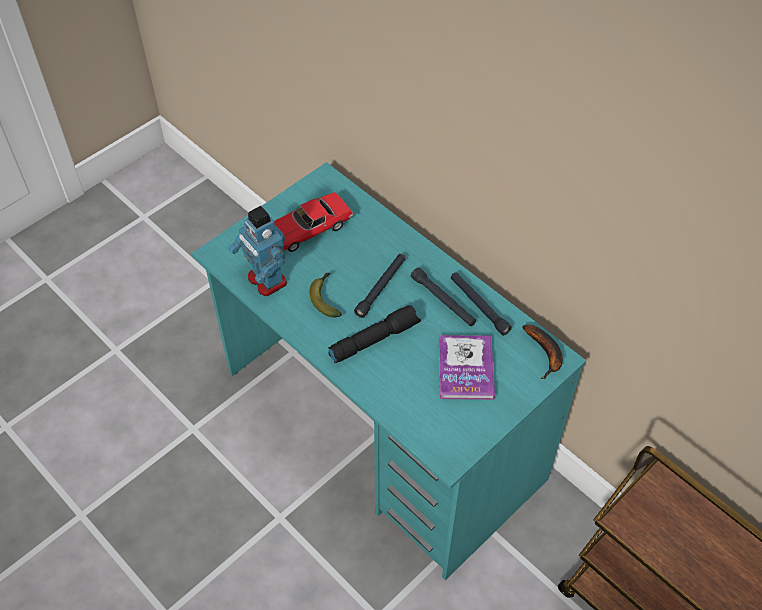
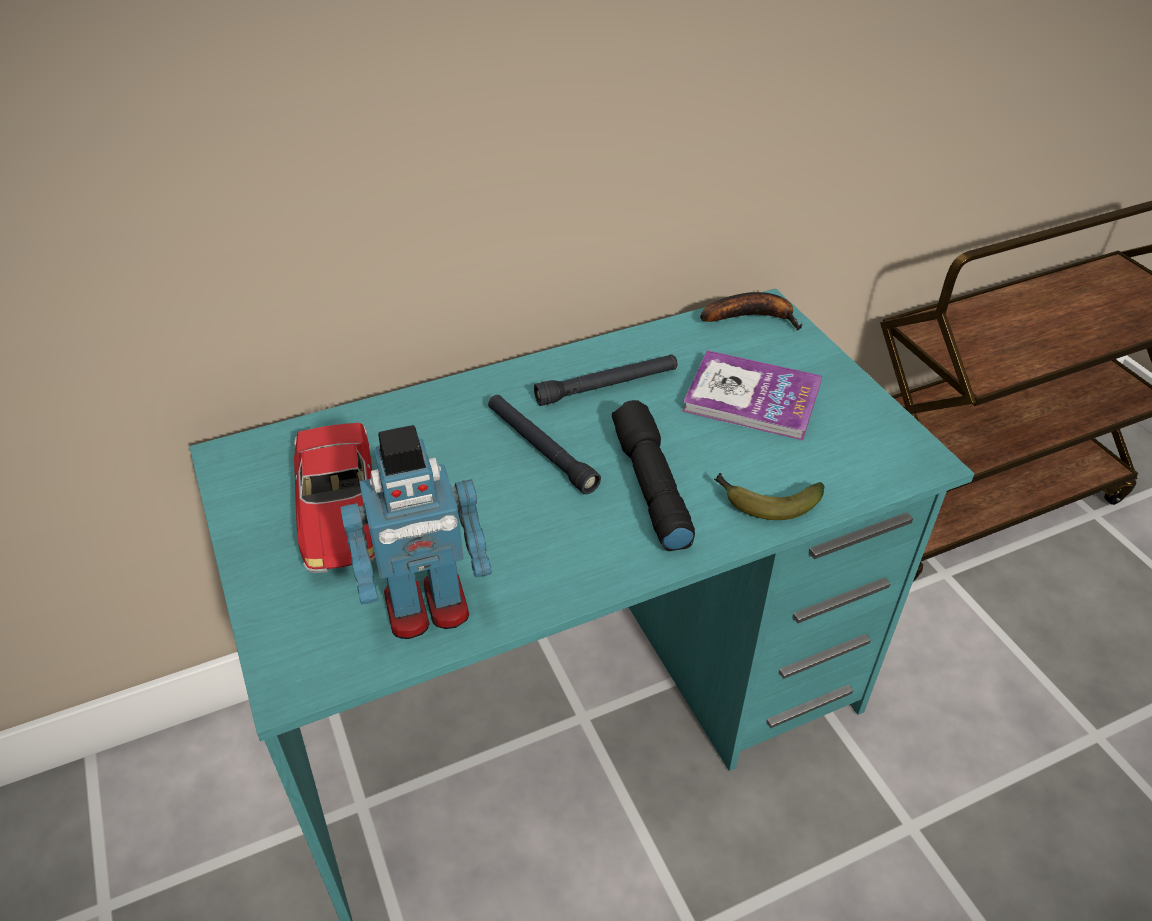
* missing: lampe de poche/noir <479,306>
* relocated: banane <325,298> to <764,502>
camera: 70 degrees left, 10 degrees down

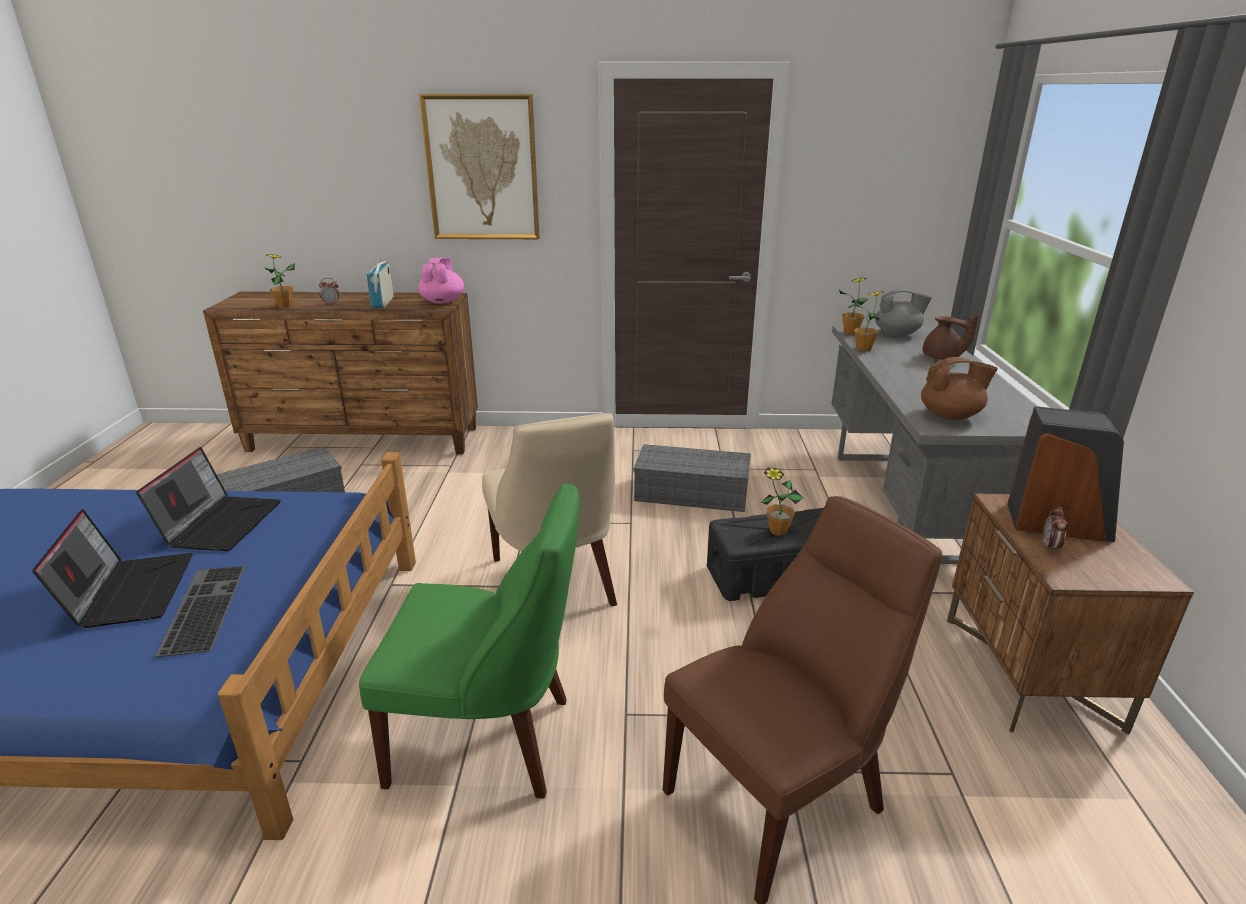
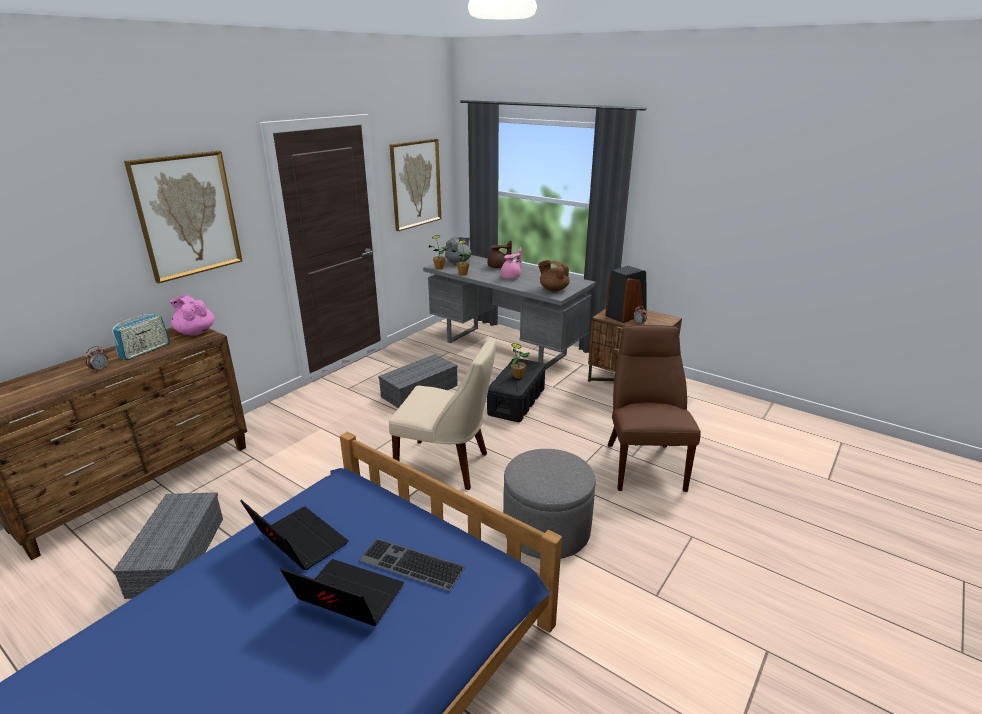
* missing: plante en pot <285,306>
* spun: radio <383,302> = <145,351> 90 degrees counterclockwise
* spun: théière/marron <951,416> = <553,289> 90 degrees counterclockwise
* exchanged: chaise/vert <490,741> to pouf/gris <546,530>
* appeared: tableau <415,184>
* appeared: théière/rose <511,277>
camera: 55 degrees left, 0 degrees up

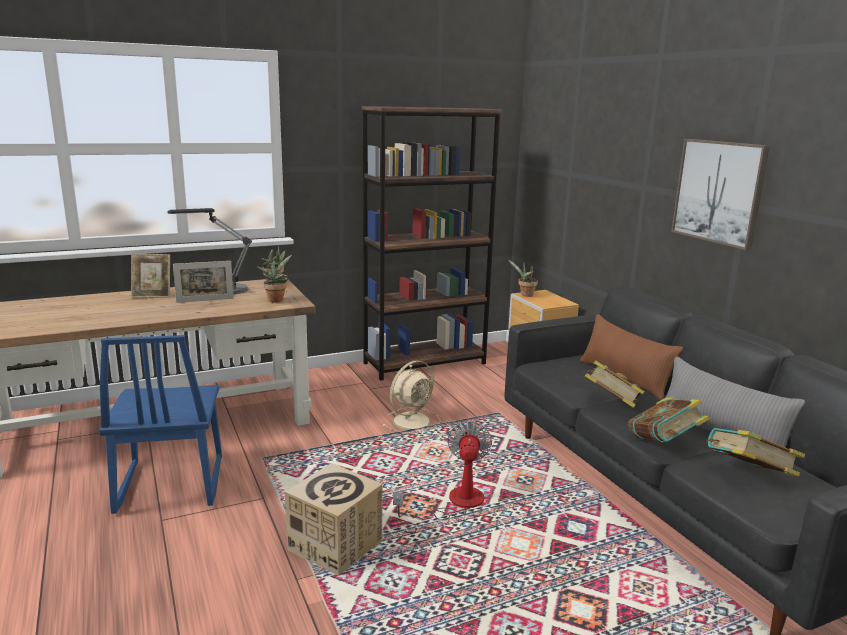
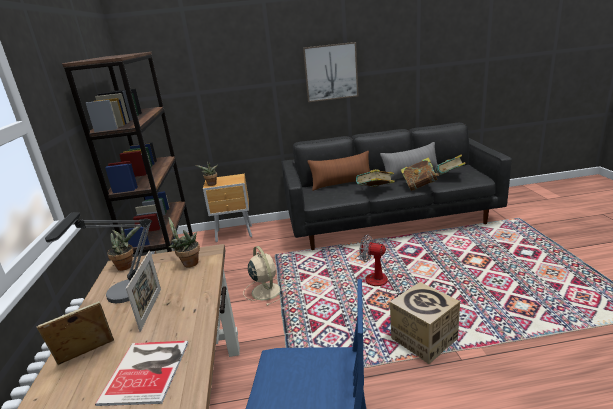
* spun: cadre photo <152,296> = <87,357> 135 degrees counterclockwise
* appeared: livre <148,370>
camera: 70 degrees left, 5 degrees up

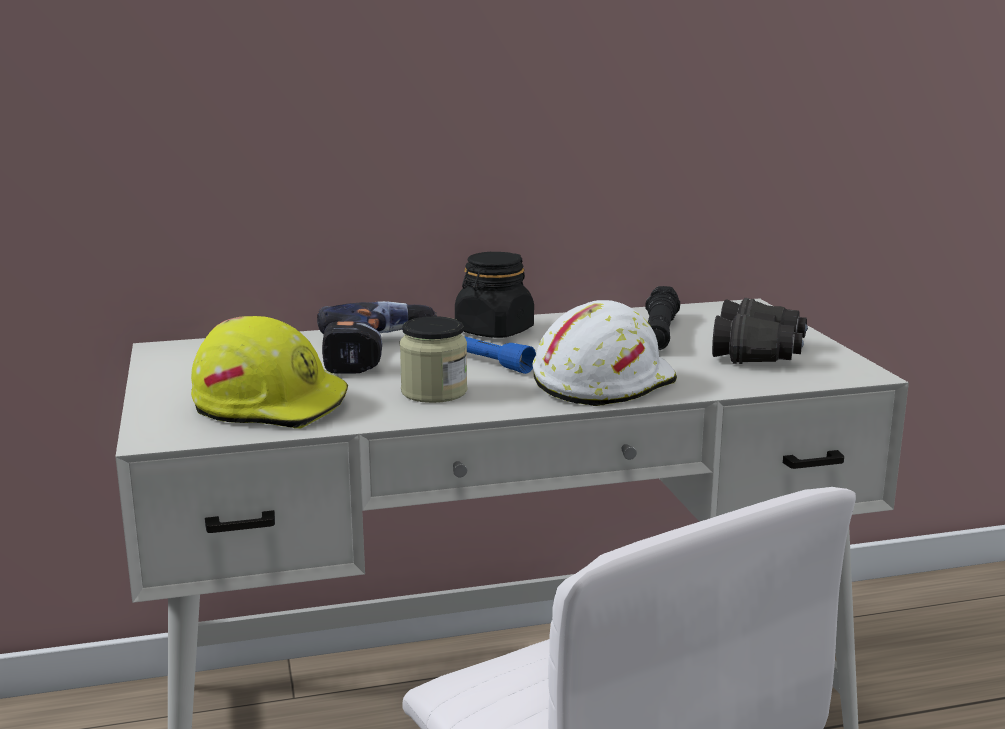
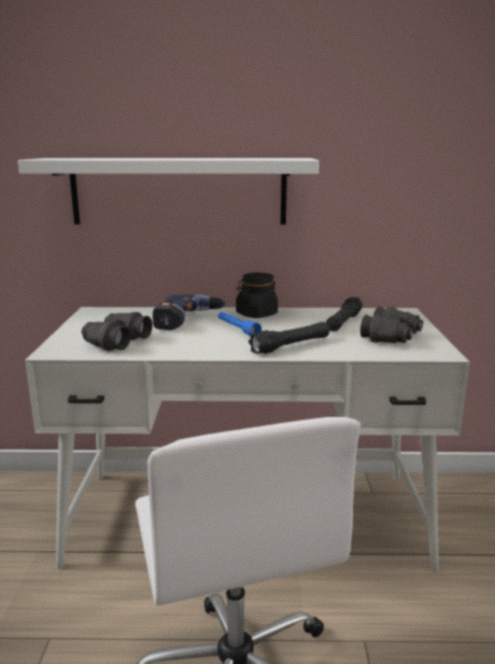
* exchanged: casque de chantier/blanc <601,382> to lampe de poche/noir <290,346>
* exchanged: casque de chantier/jaune <271,404> to jumelles/noir <116,342>
* missing: bocal <434,392>
* appeared: étagère/blanc <178,191>
camera: 15 degrees right, 0 degrees up

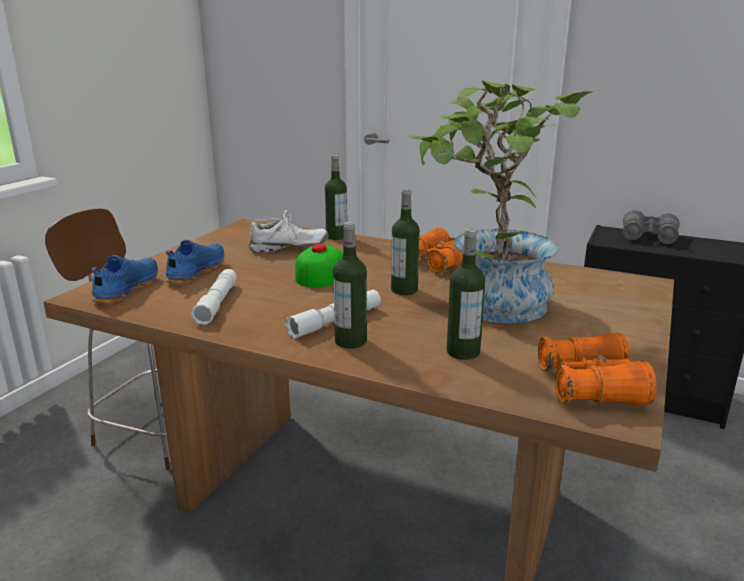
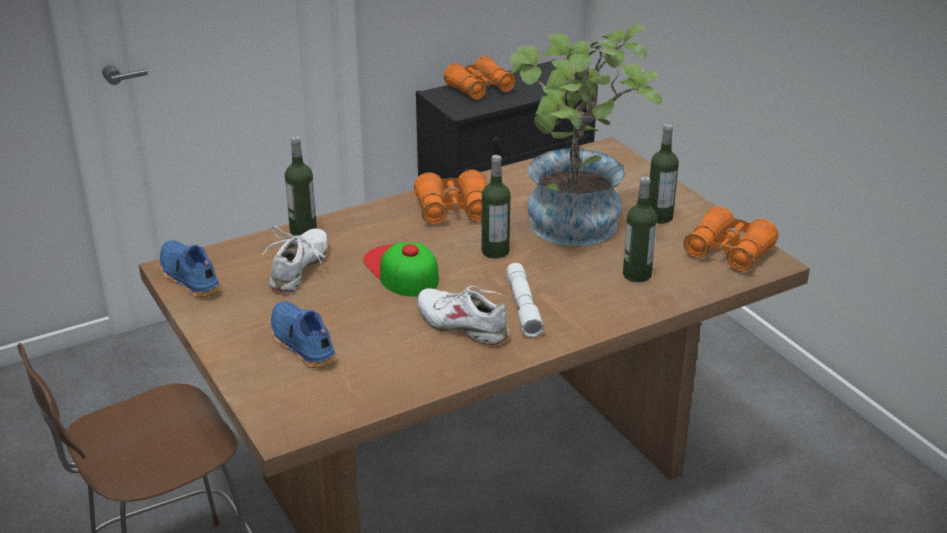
* colour: jumelles/gris <648,237> to jumelles/orange <479,89>
* relocated: bouteille <350,341> to <659,217>
* relocated: chaussure/bleu <125,289> to <188,278>
* missing: lampe de poche/blanc <217,303>
* appeared: chaussure/blanc <462,325>
camera: 55 degrees left, 10 degrees up

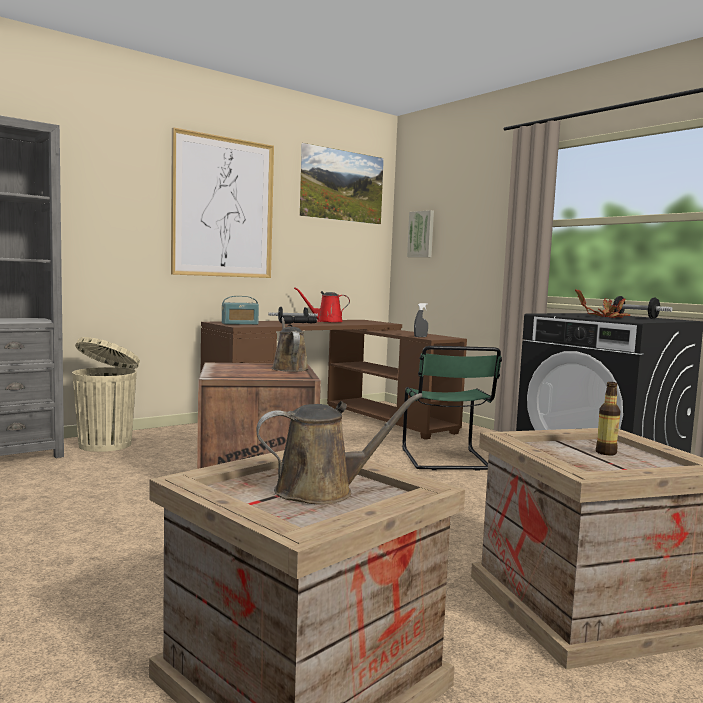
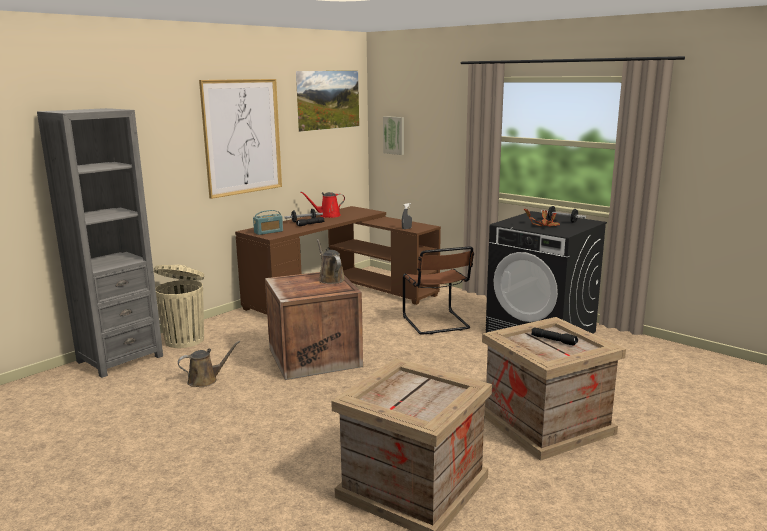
* colour: chaise/vert <446,460> to chaise/marron <437,323>
* exchanged: bouteille <606,453> to lampe de poche/noir <554,340>
* relocated: arrosoir/marron <322,491> to <205,380>
camera: 10 degrees left, 10 degrees up

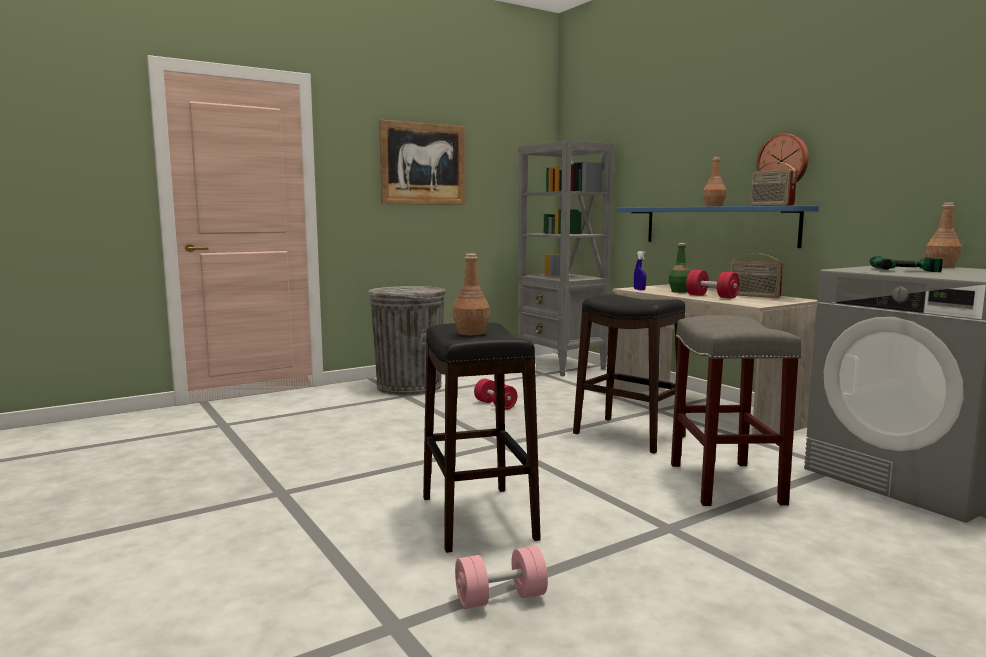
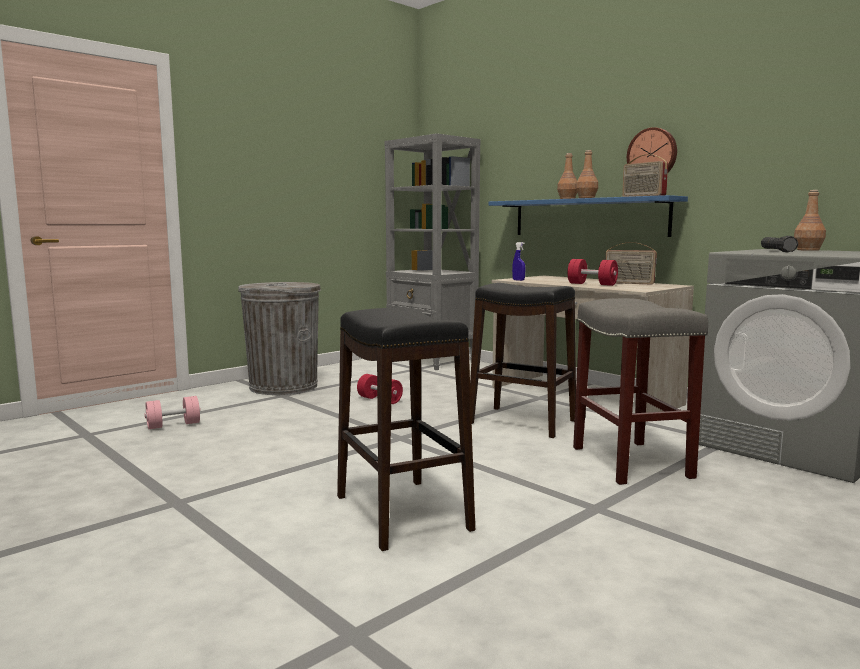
* missing: tableau <423,164>
* missing: bouteille/vert <679,291>
* relocated: bouteille/marron <471,333> to <567,199>
* exchanged: perceuse <899,269> to lampe de poche/noir <777,251>
* relocated: haltère/rose <500,598> to <173,425>
camera: 10 degrees left, 0 degrees up

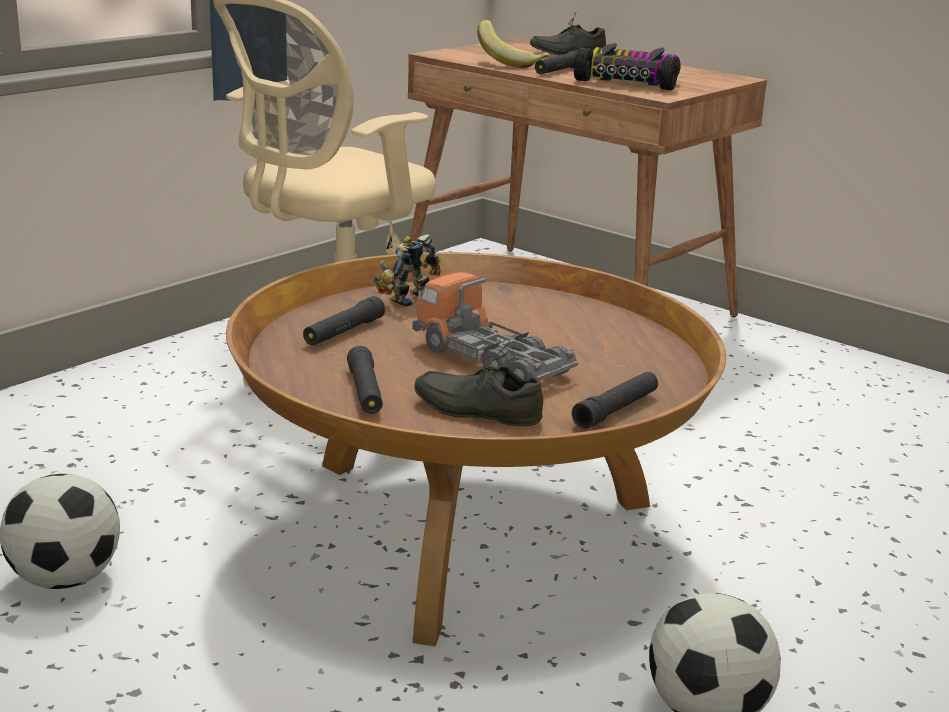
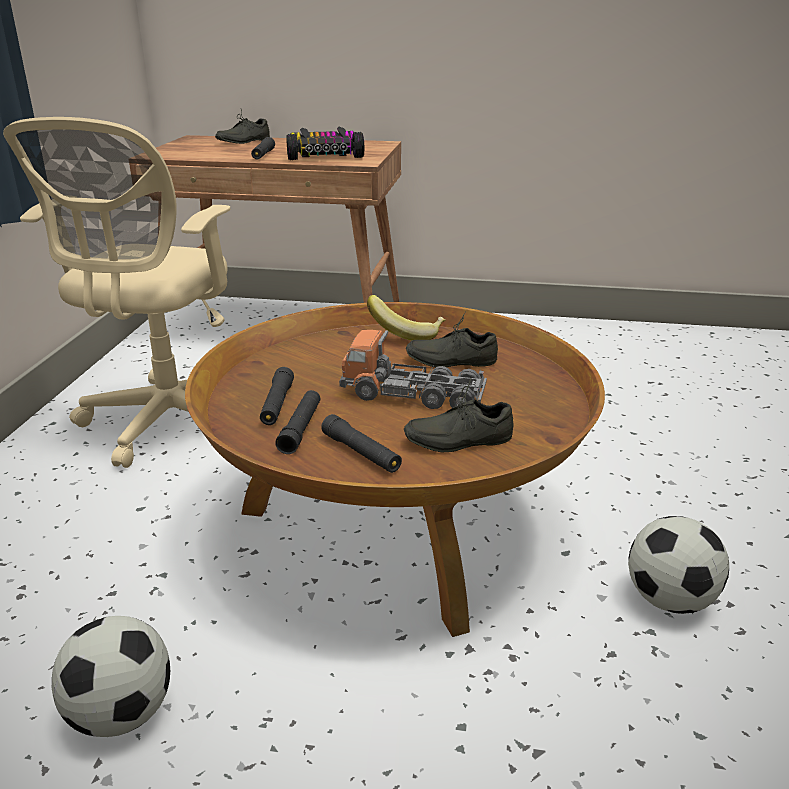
* relocated: banane <511,63> to <407,334>
* missing: robot jouet <406,298>
* relocated: lampe de poche/noir <616,410> to <300,429>
* appeared: chaussure/gris <451,359>
camera: 30 degrees left, 5 degrees up

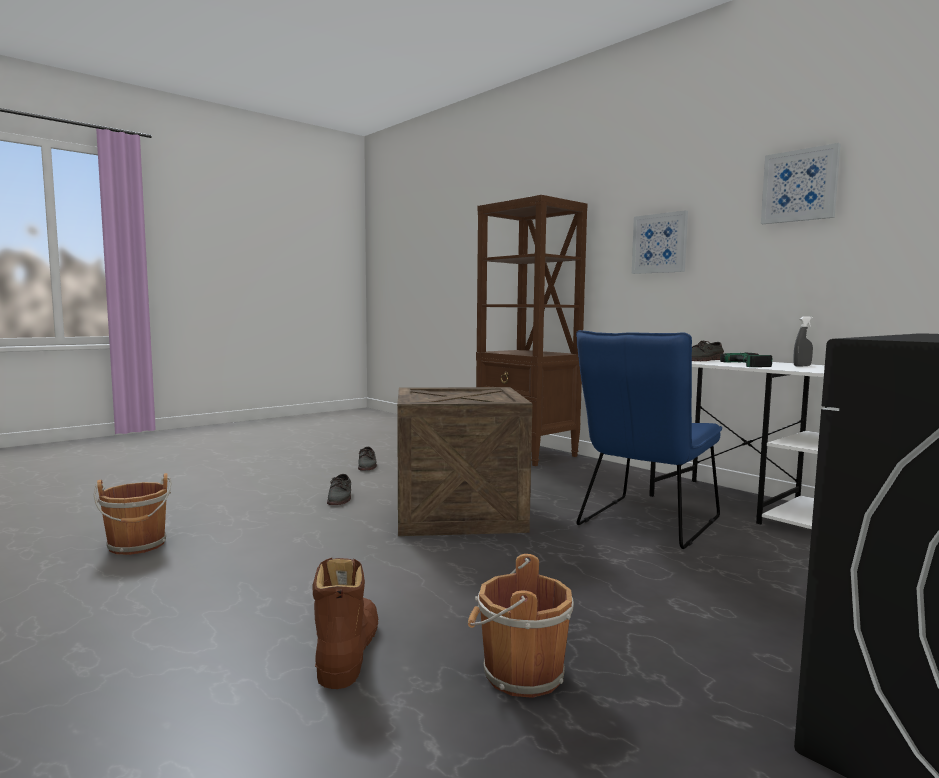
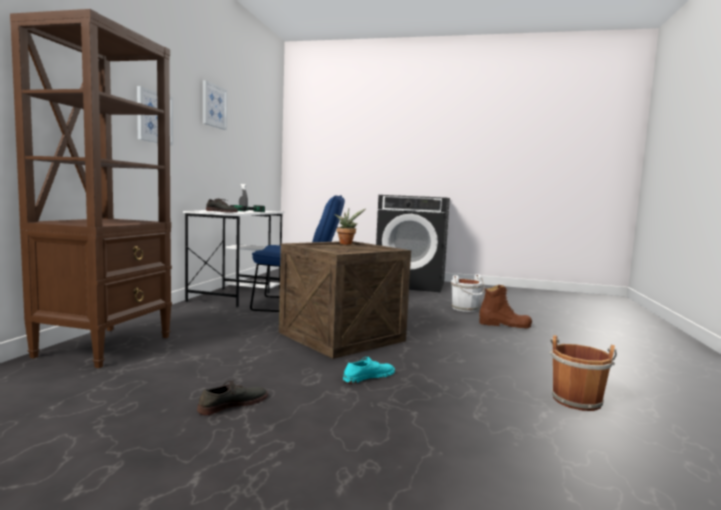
* colour: chaussure/gris <340,497> to chaussure/turquoise <368,376>
* colour: seau/marron <519,674> to seau/blanc <465,309>
* spun: botte/marron <347,650> = <504,325> 135 degrees counterclockwise
* appeared: plante en pot <346,243>
camera: 125 degrees left, 0 degrees up

